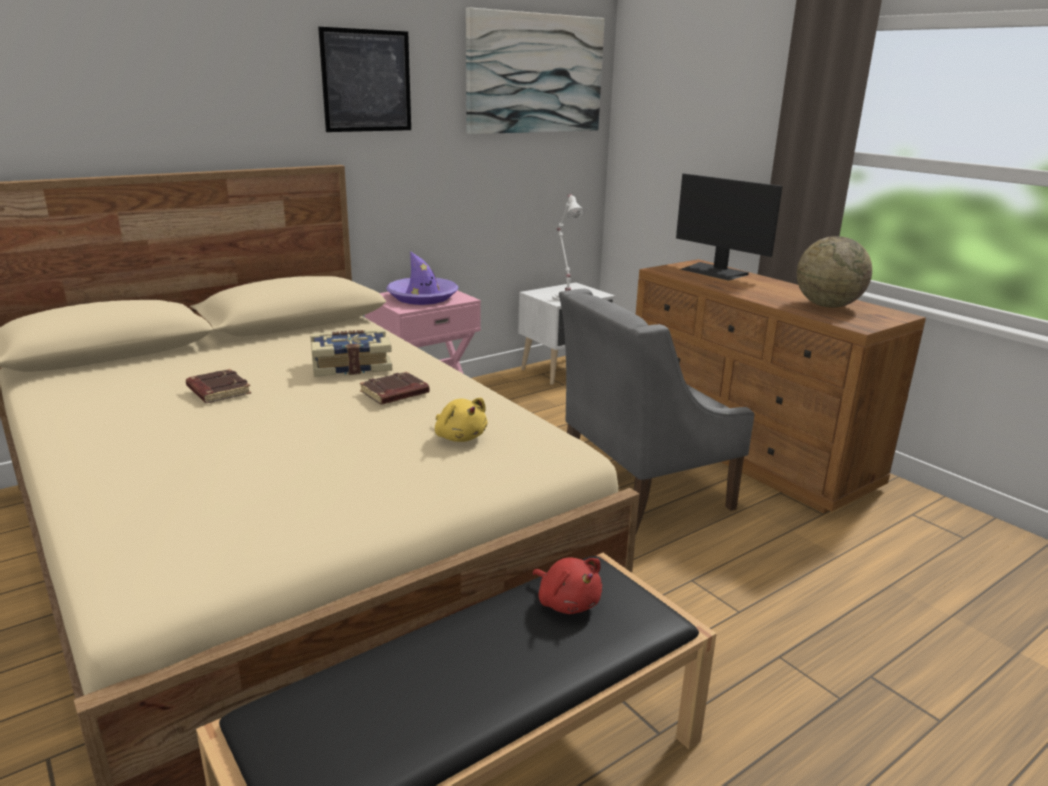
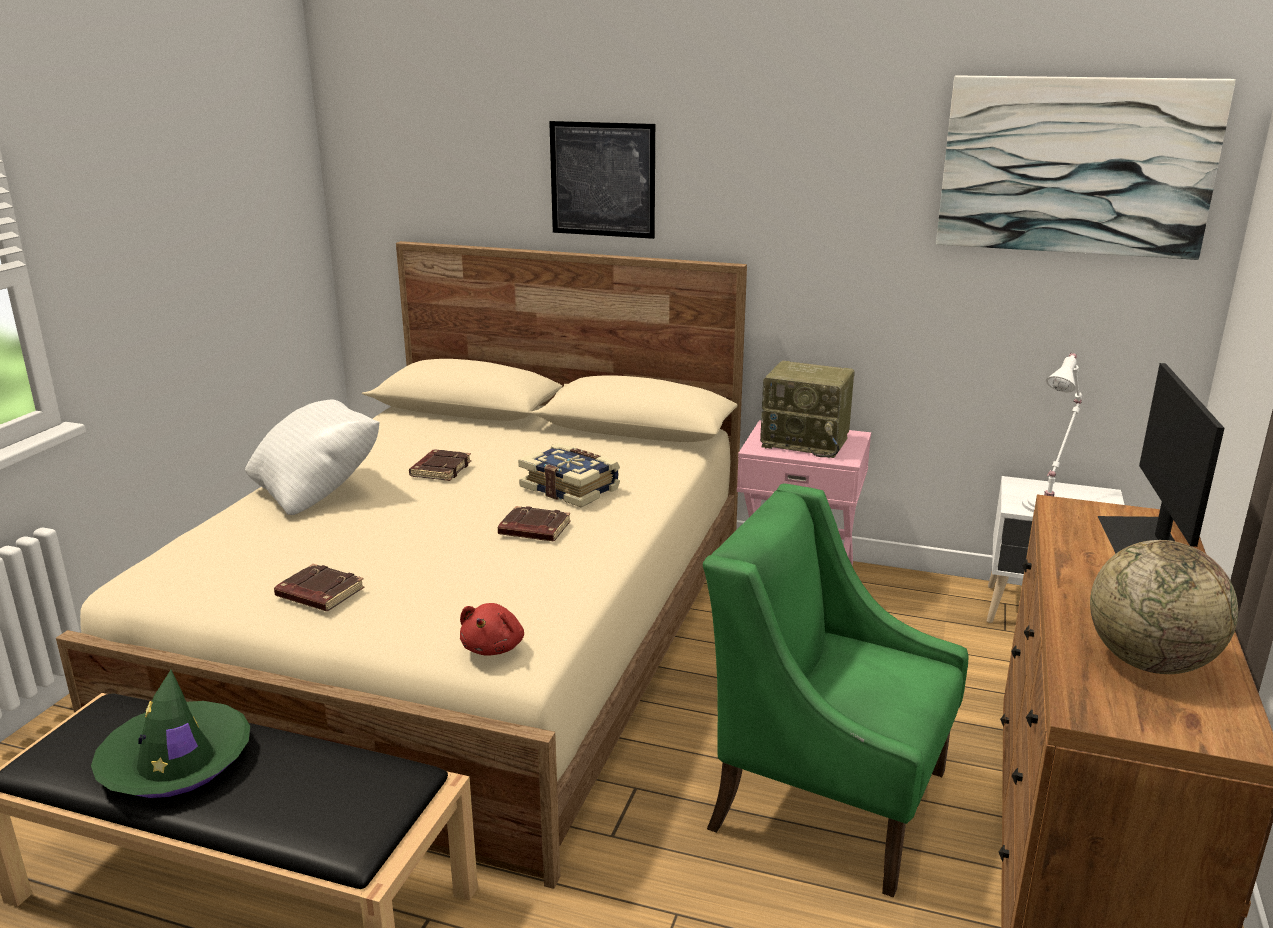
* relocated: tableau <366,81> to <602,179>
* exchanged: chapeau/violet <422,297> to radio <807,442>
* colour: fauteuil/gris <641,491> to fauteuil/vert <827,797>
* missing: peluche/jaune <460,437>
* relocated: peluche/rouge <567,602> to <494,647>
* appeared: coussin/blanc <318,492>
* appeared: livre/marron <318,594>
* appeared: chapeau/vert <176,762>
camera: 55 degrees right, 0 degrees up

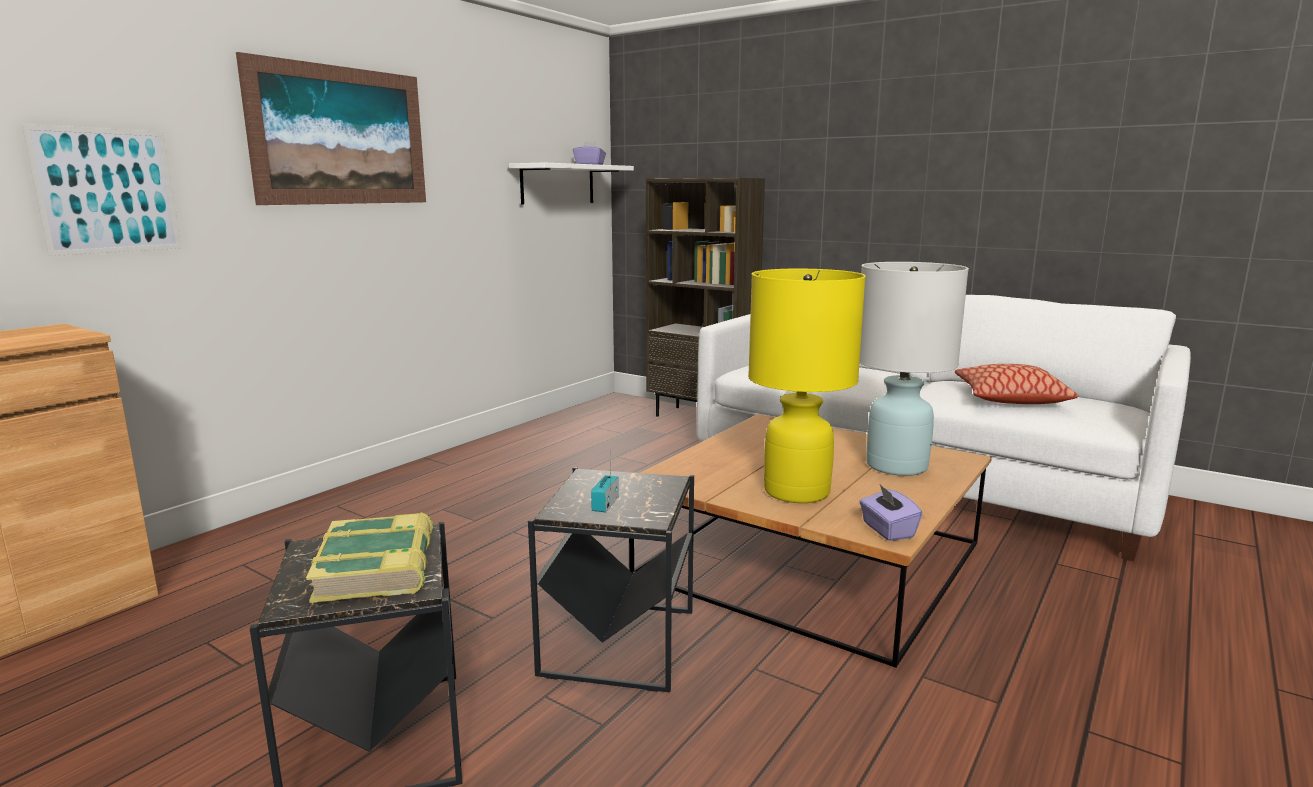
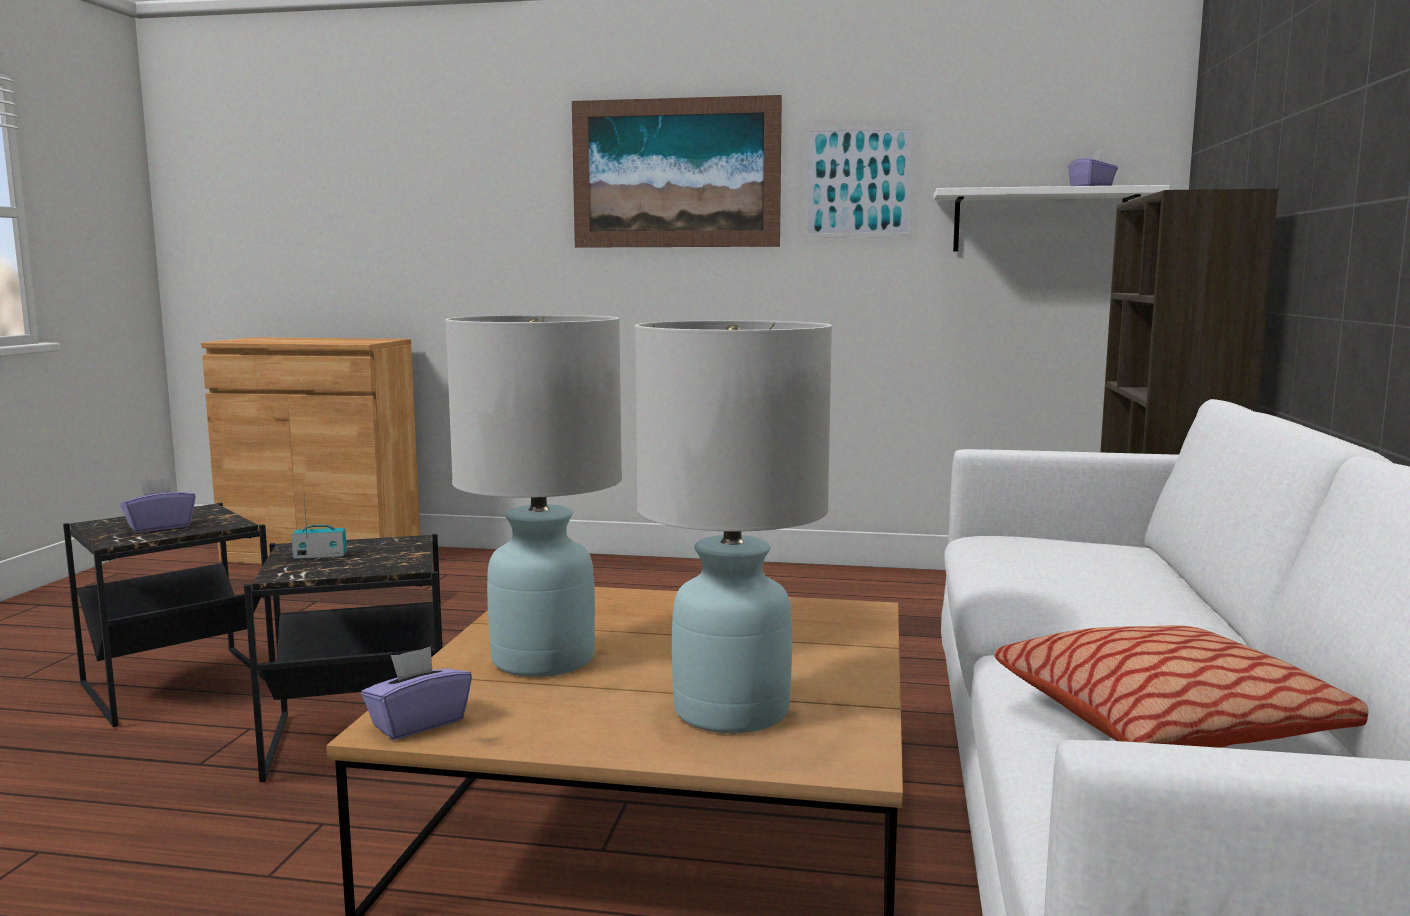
* relocated: tableau <107,191> to <858,182>
* colour: lampe de table/jaune <796,491> to lampe de table/blanc <543,659>
* exchanged: livre <378,568> to boîte à mouchoirs/violet <160,527>
camera: 65 degrees right, 5 degrees down

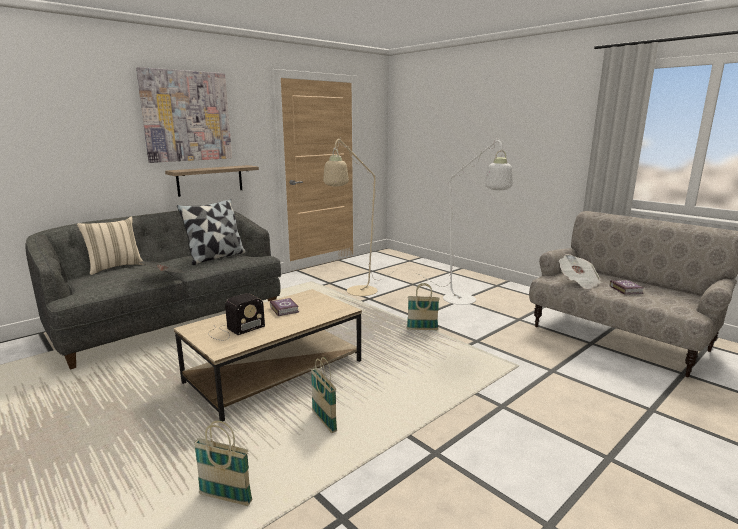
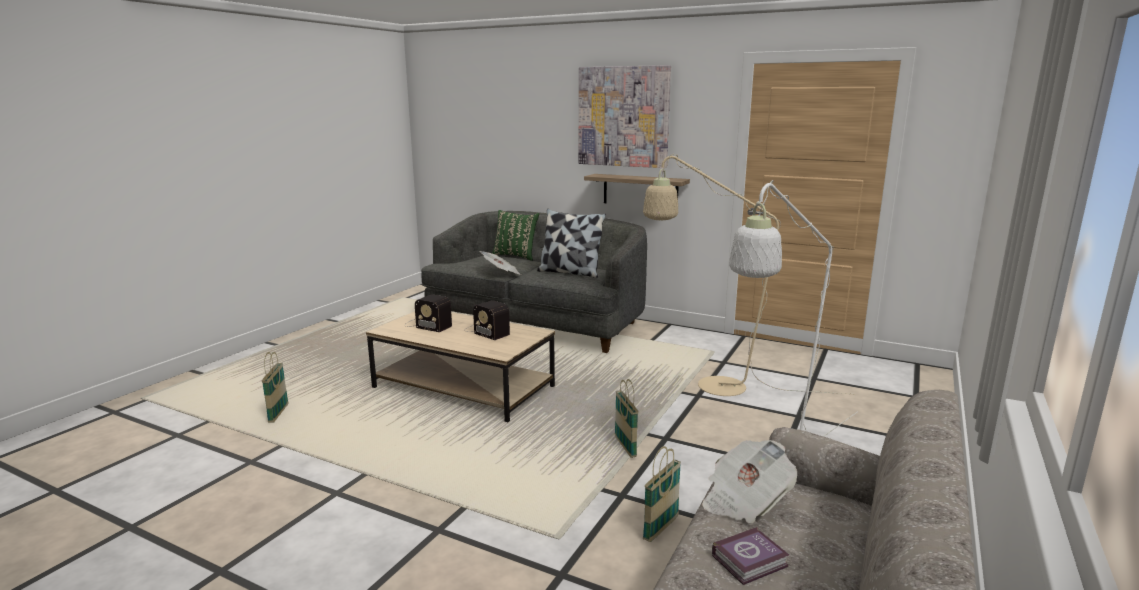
* colour: coussin/beige <115,267> to coussin/vert <516,256>
* exchanged: livre <284,309> to radio <486,331>
* relocated: panier <324,422> to <661,528>
camera: 70 degrees right, 0 degrees up

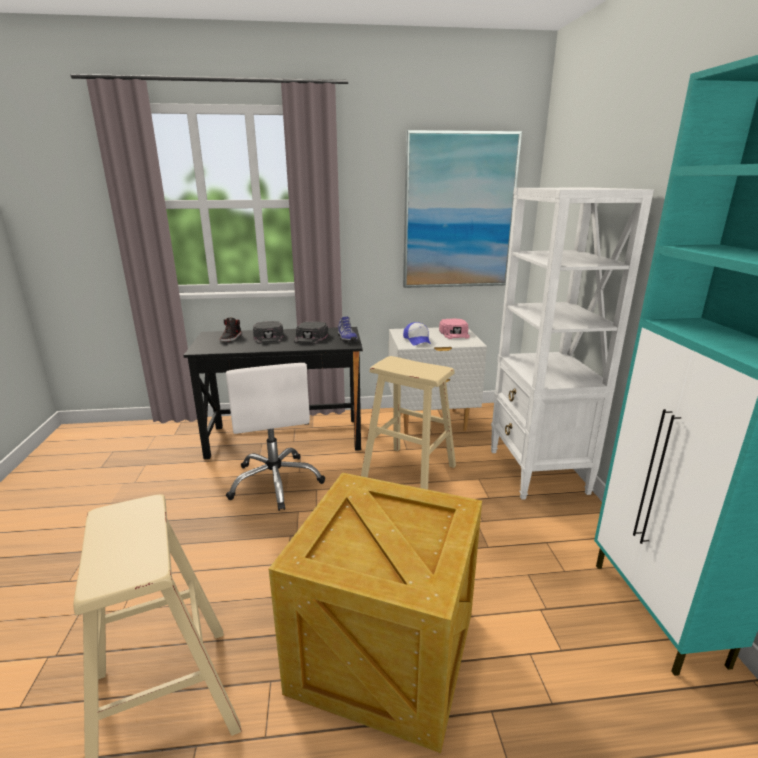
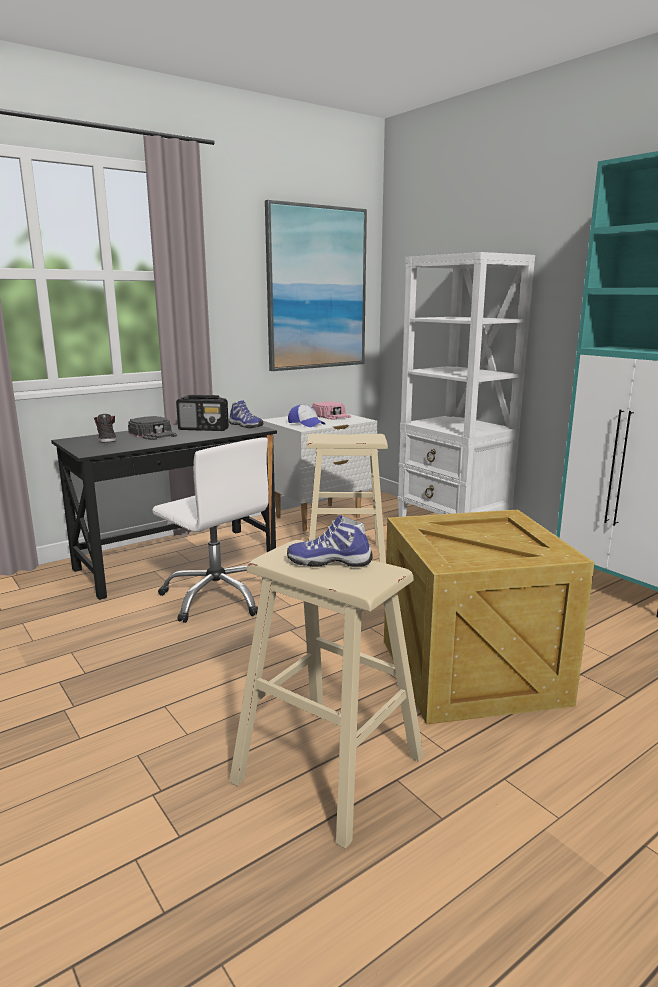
* exchanged: casquette/noir <311,337> to radio <204,429>
* appeared: chaussure <329,562>
camera: 30 degrees left, 5 degrees down

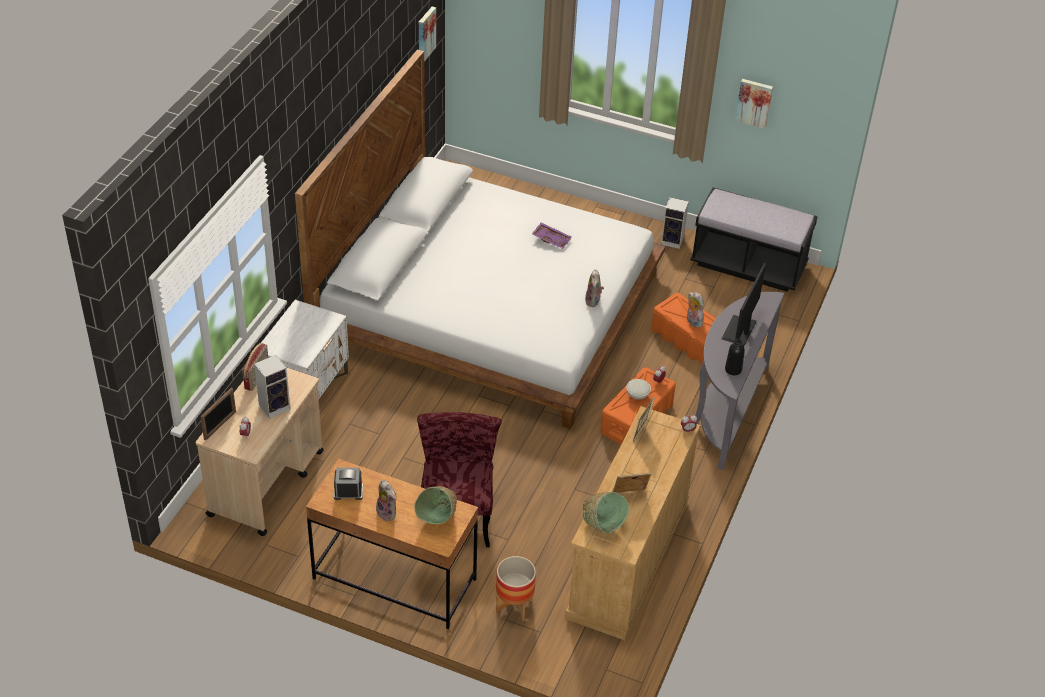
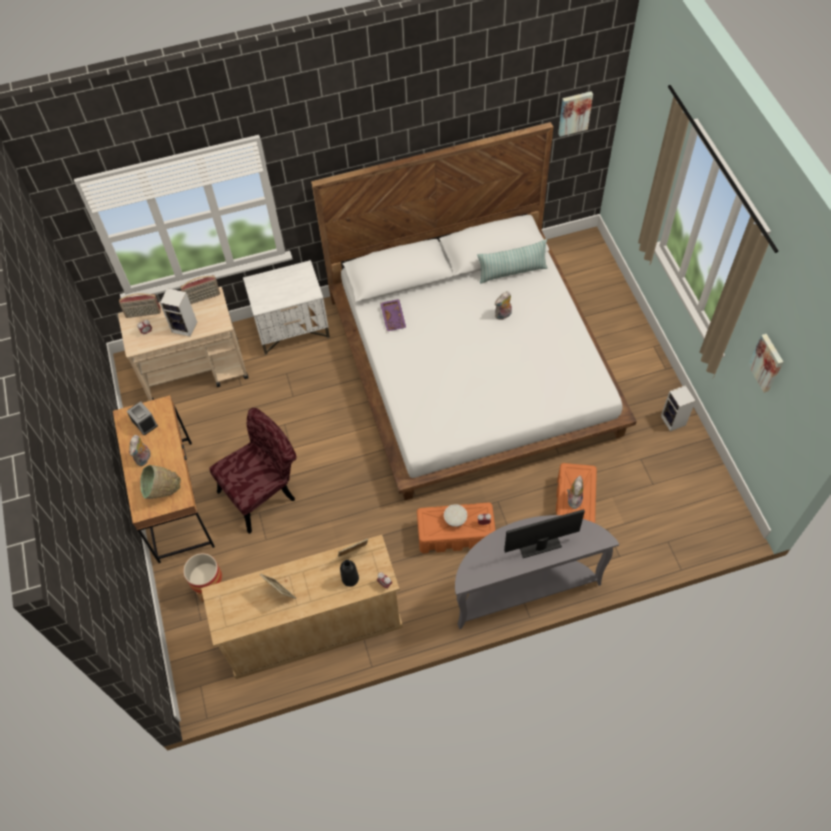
* missing: banc/noir <748,265>
* relocated: plateau/violet <551,239> to <394,318>
* relocated: peluche <593,301> to <503,315>
* relocated: bouteille/noir <733,369> to <350,578>
* exchanged: cadre photo <220,425> to radio <143,313>
* missing: bol/vert <602,526>
* appeared: coussin <512,272>
camera: 55 degrees right, 15 degrees up

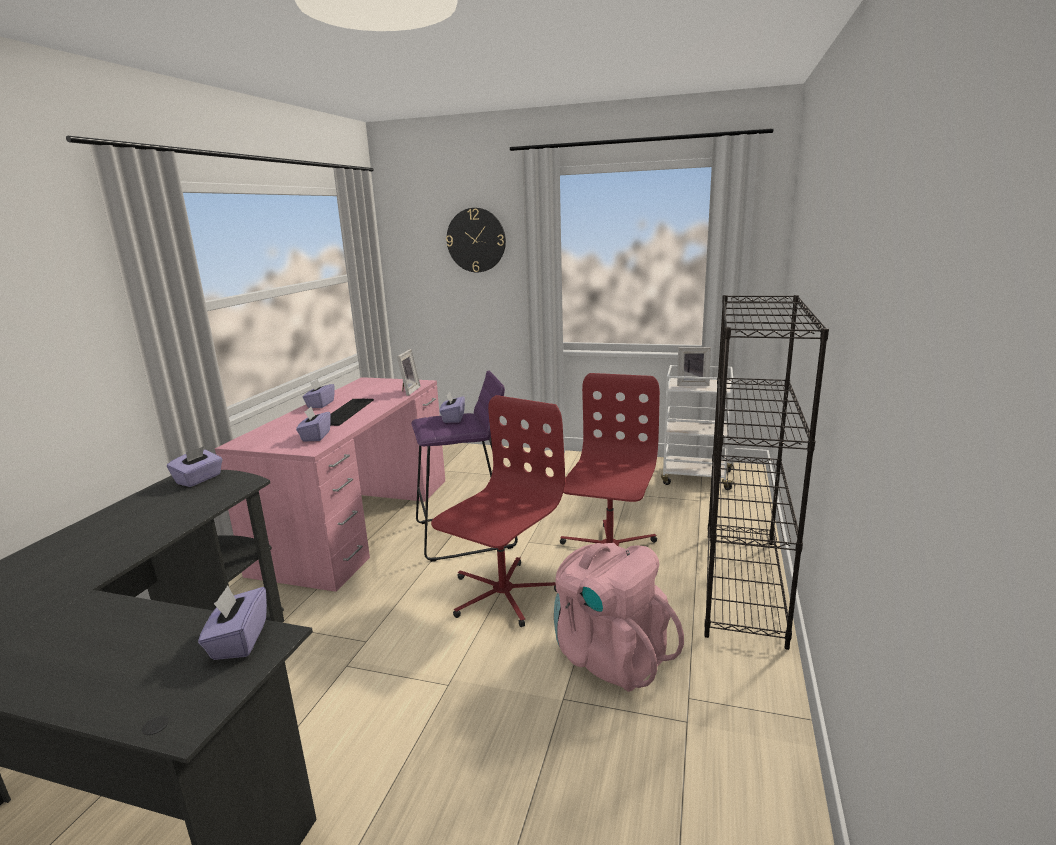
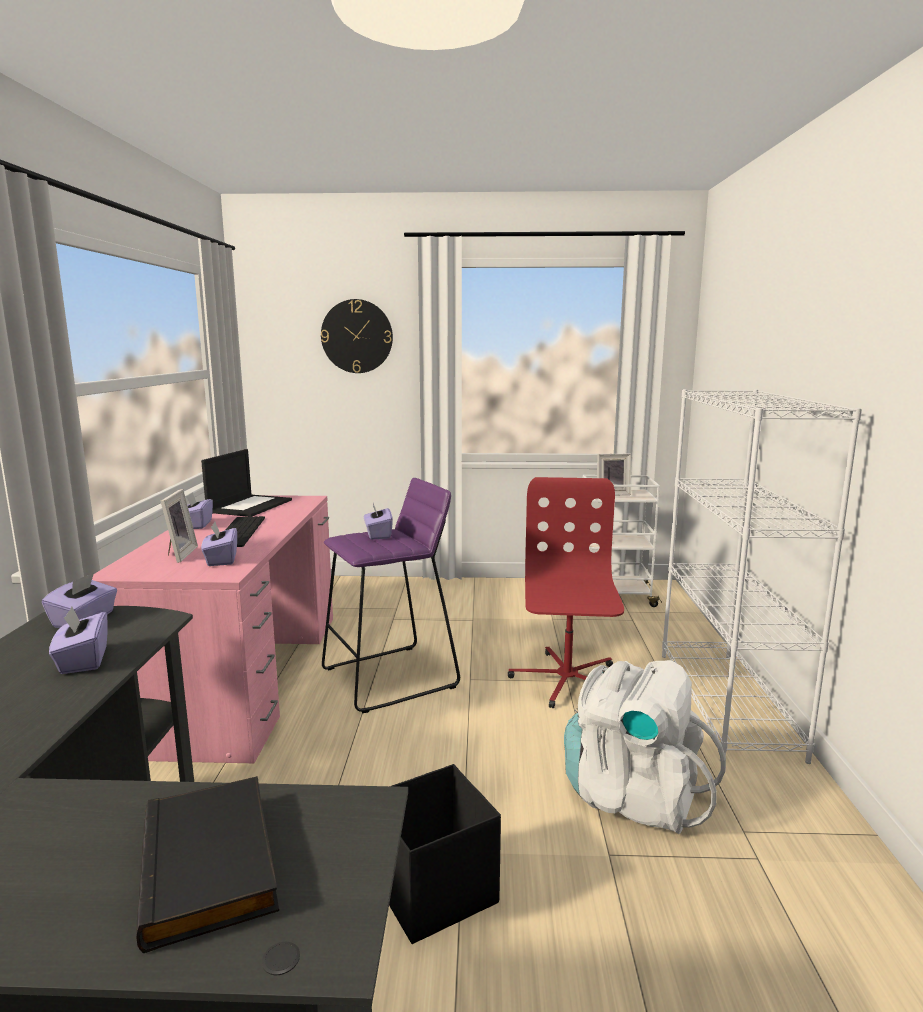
* colour: bibliothèque/noir <743,585> to bibliothèque/blanc <727,703>
* relocated: cadre photo <408,391> to <178,554>
* missing: chaise de bureau/rouge <502,594>
* colour: sac à dos/rose <610,656> to sac à dos/blanc <633,796>
* relocated: boîte à mouchoirs/violet <239,640> to <83,660>
* appeared: ordinateur portable <250,506>
* appeared: boîte de rangement/noir <432,891>
* appeared: livre/noir <213,864>
camera: 15 degrees left, 5 degrees down

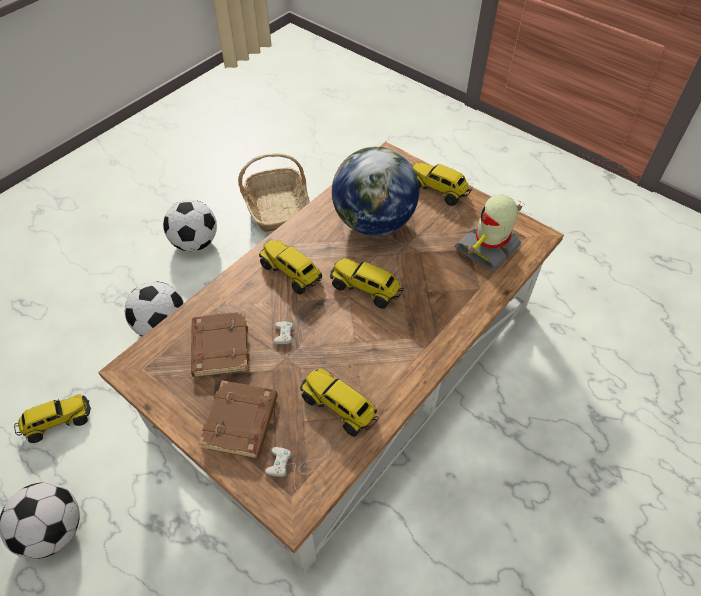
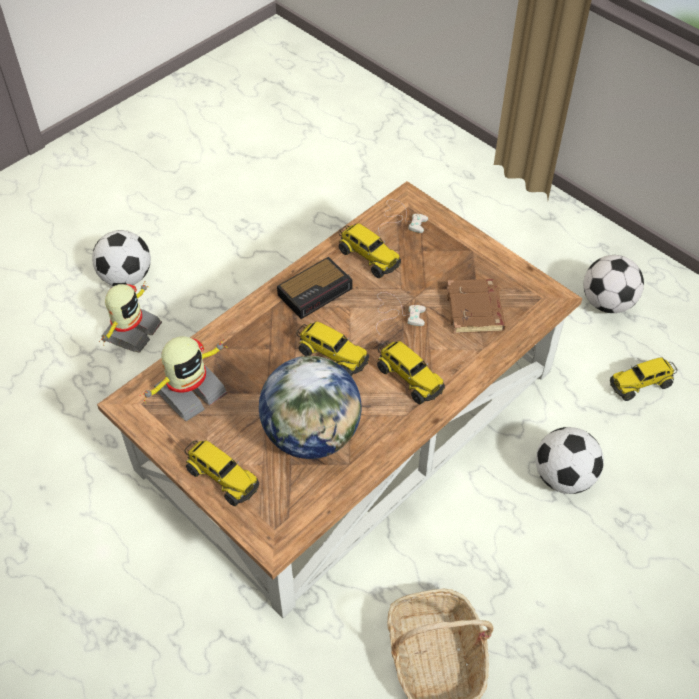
* relocated: ballon de foot <195,243> to <126,277>
* missing: livre/marron <241,423>
* appeared: réveil <316,291>
* appeared: robot jouet <130,331>
camera: 175 degrees left, 0 degrees up

